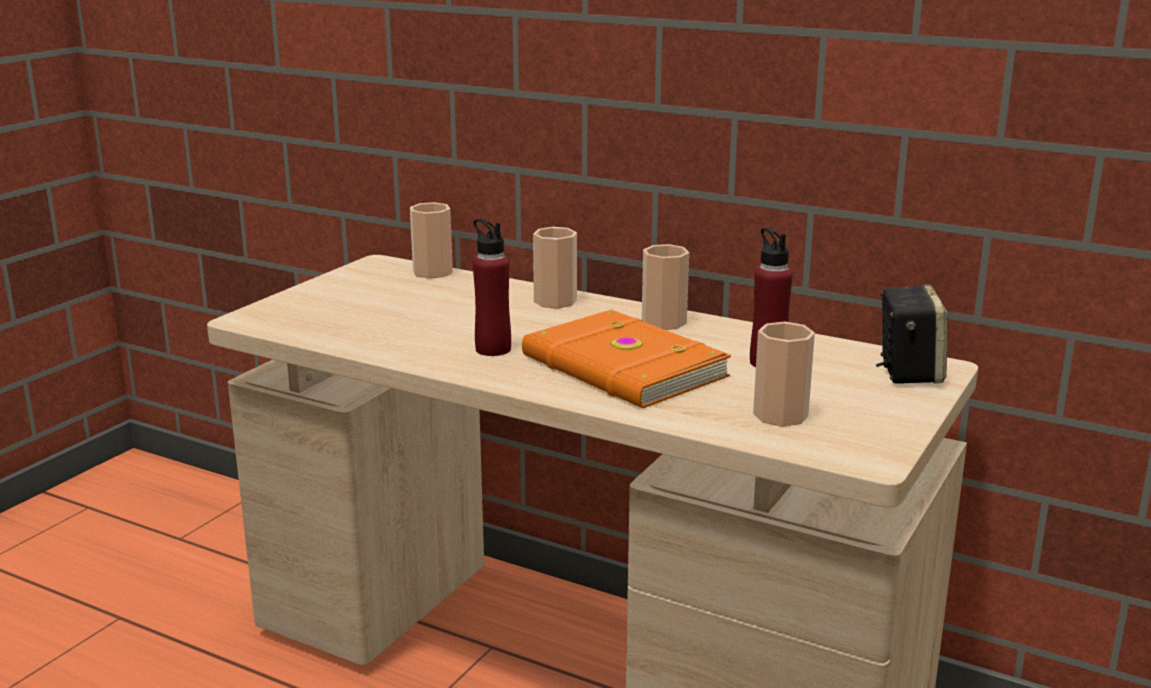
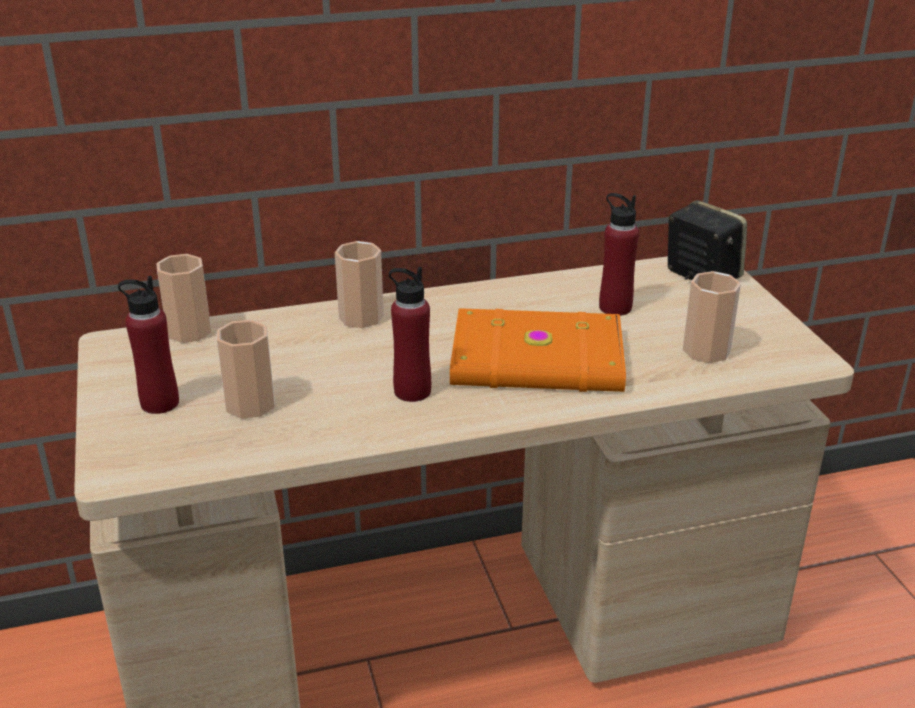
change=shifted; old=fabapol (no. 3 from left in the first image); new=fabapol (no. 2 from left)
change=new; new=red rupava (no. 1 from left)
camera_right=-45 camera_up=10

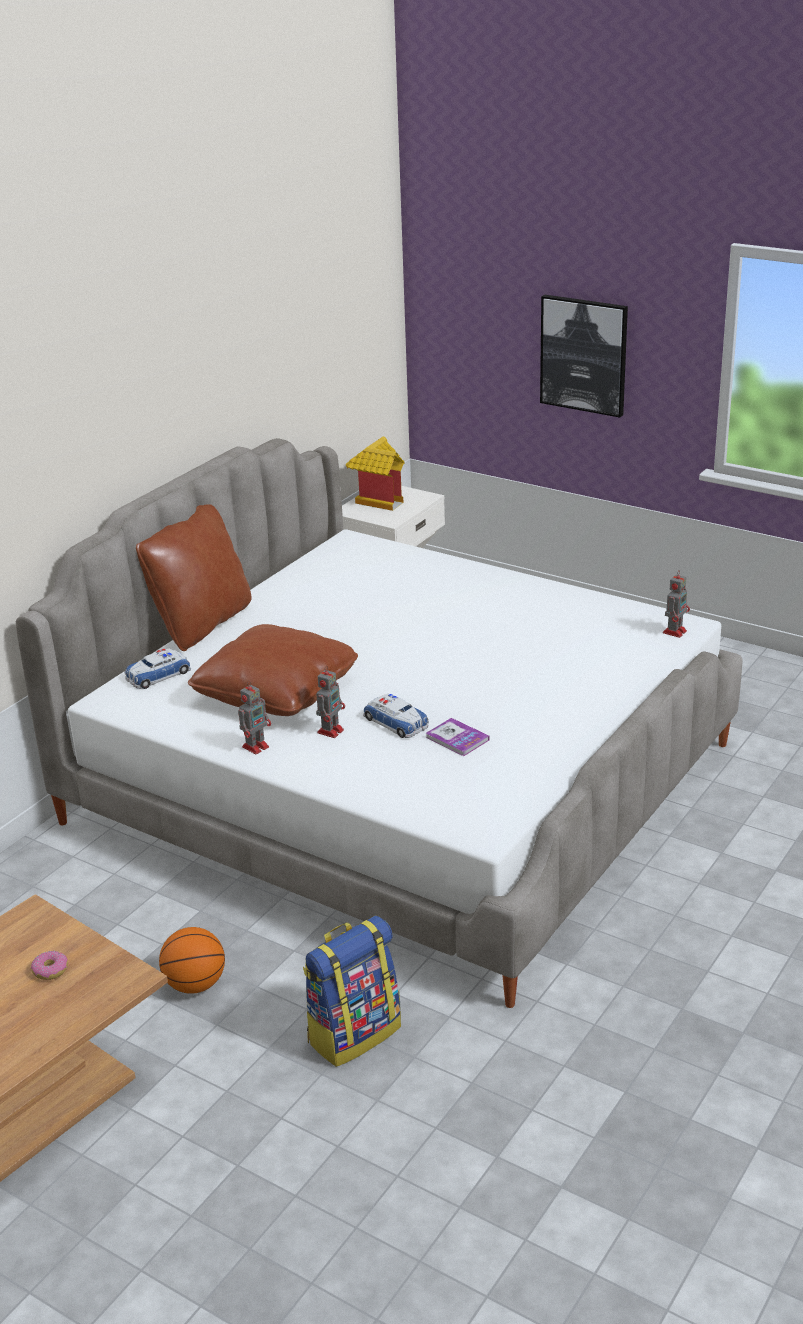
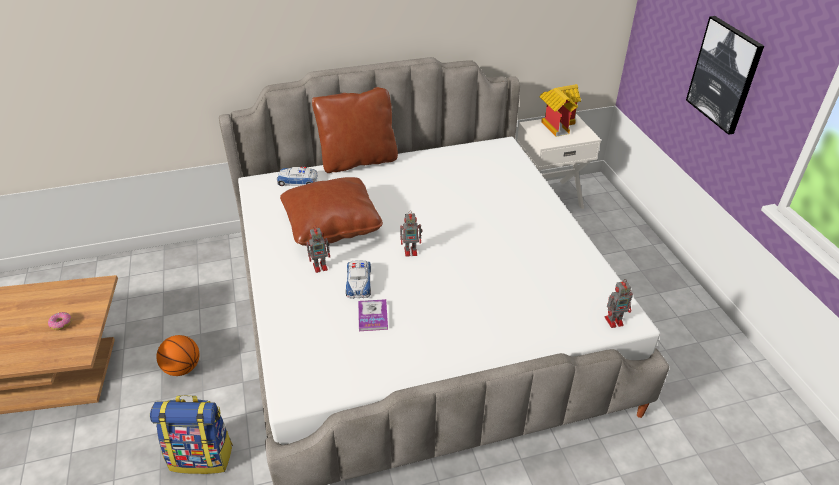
change=shifted; old=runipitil (no. 1 from left in the first image); new=runipitil (no. 2 from left)
camera_right=40 camera_up=10

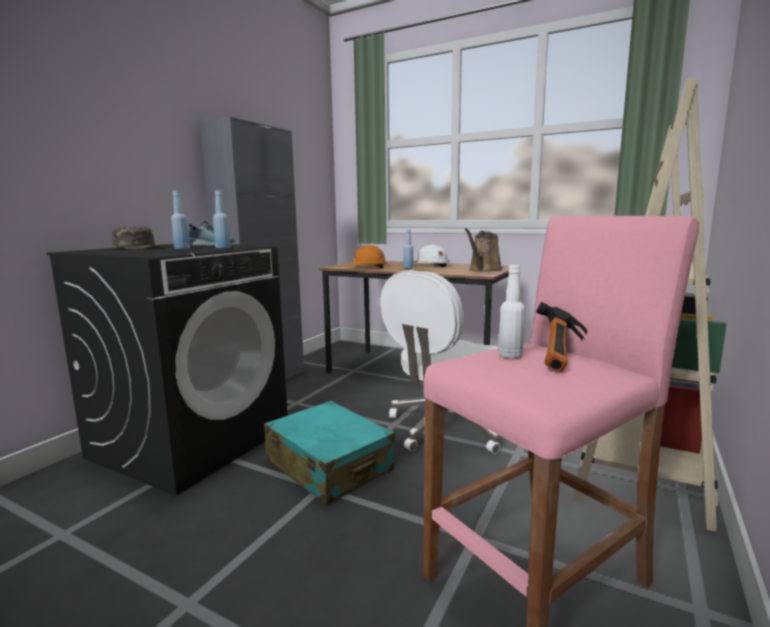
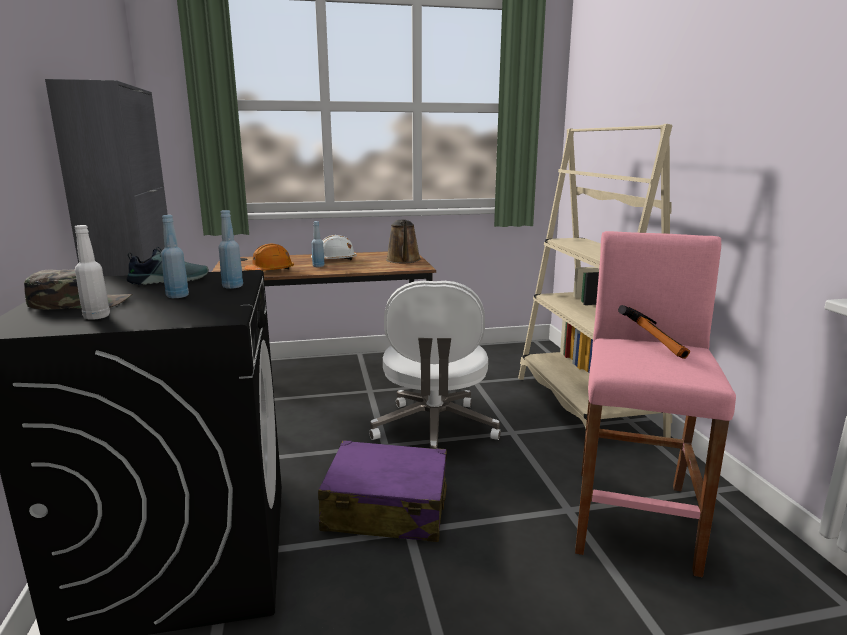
change=repainted; old=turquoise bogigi; new=purple bogigi
change=shifted; old=white rupava
camera_right=-40 camera_up=5

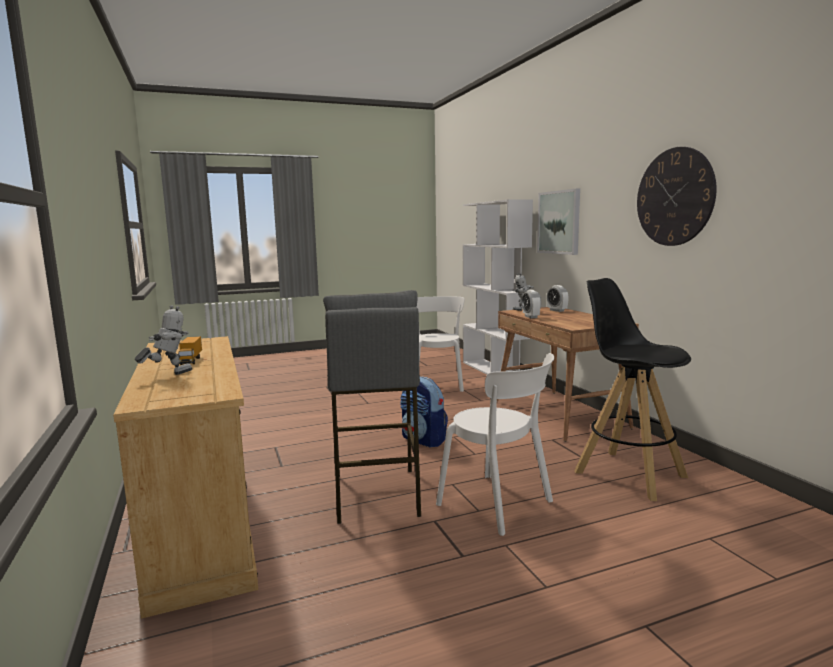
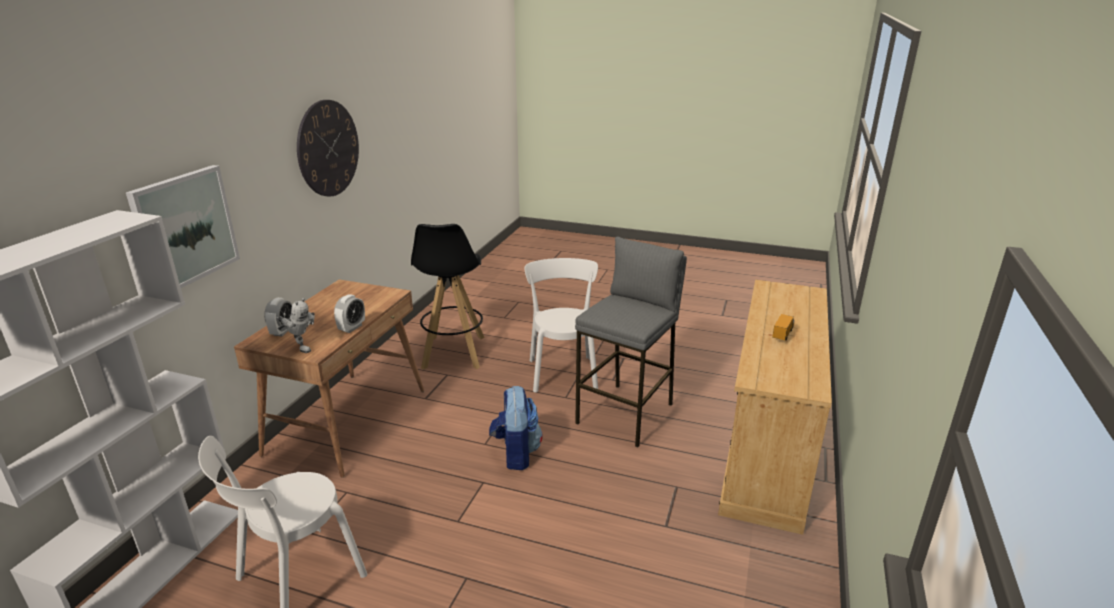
change=gone; old=runipitil (no. 1 from left)
camera_right=-140 camera_up=15

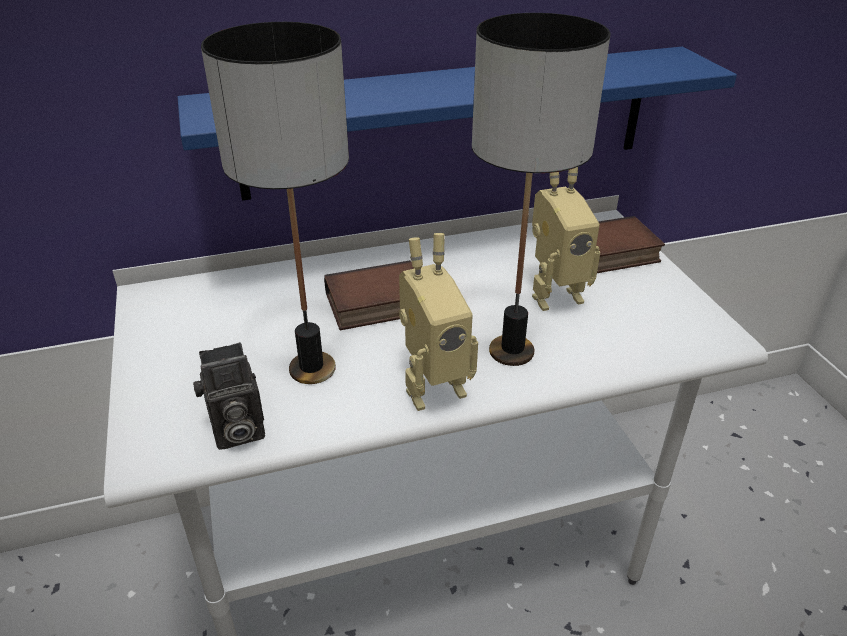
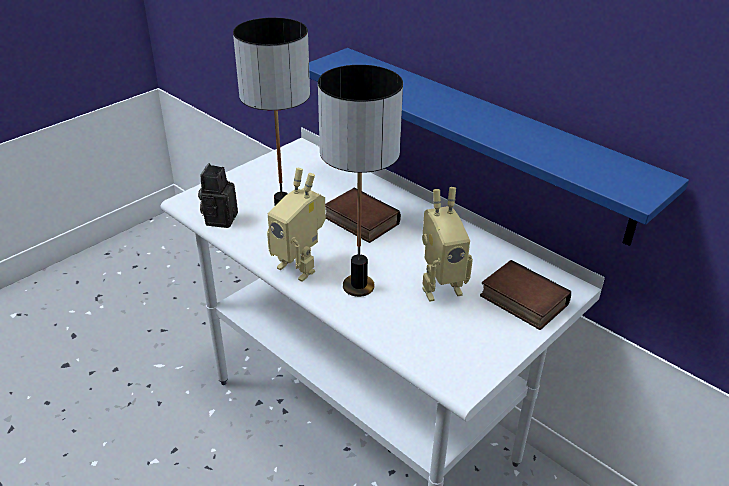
change=rotated; old=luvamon; degrees=60
change=rotated; old=runipitil (no. 2 from left); degrees=-60
camera_right=60 camera_up=0

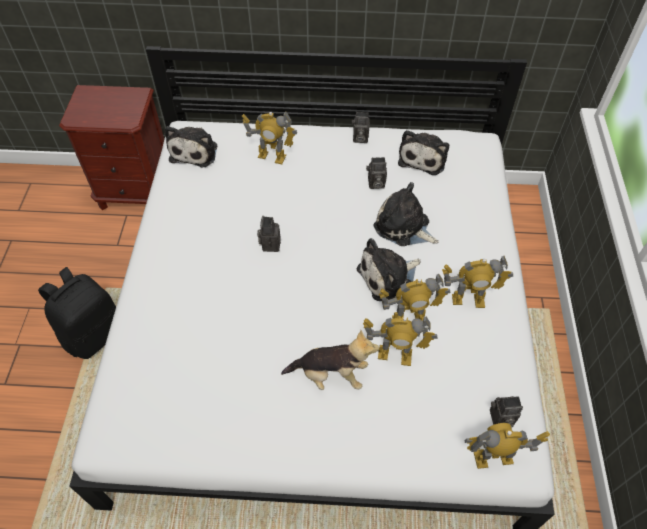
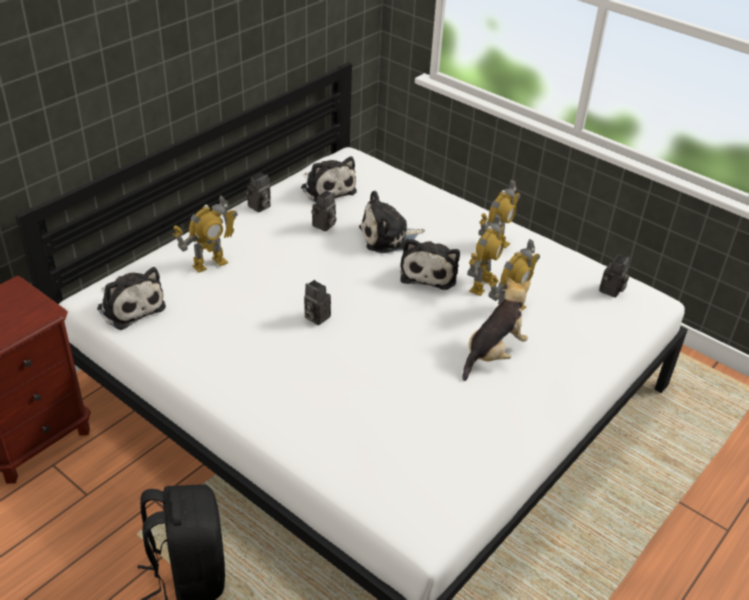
change=gone; old=runipitil (no. 5 from left)
camera_right=-55 camera_up=-15

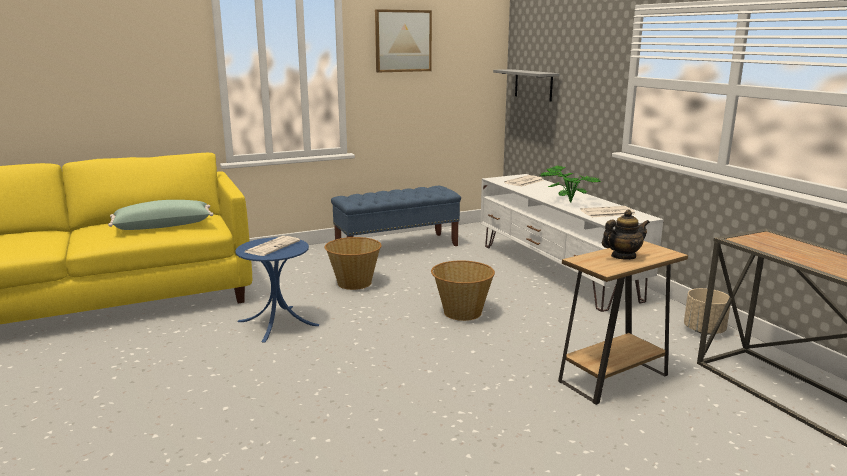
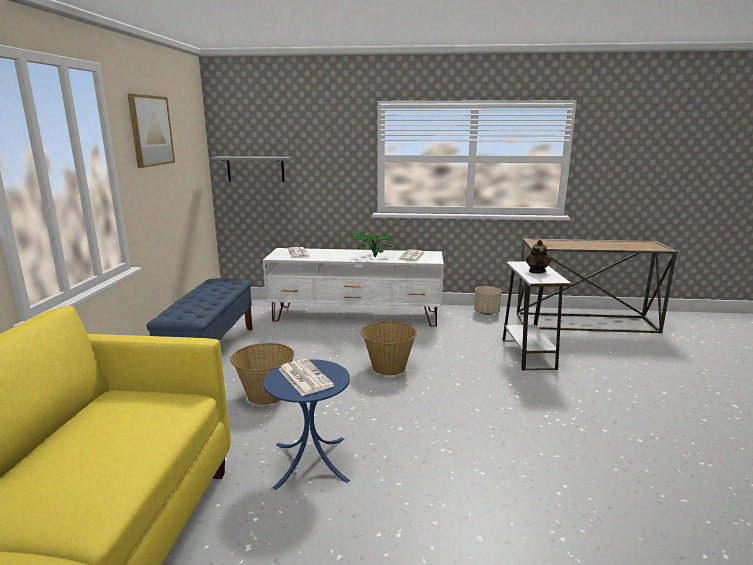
change=gone; old=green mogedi
change=repainted; old=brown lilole; new=white lilole
camera_right=-60 camera_up=0

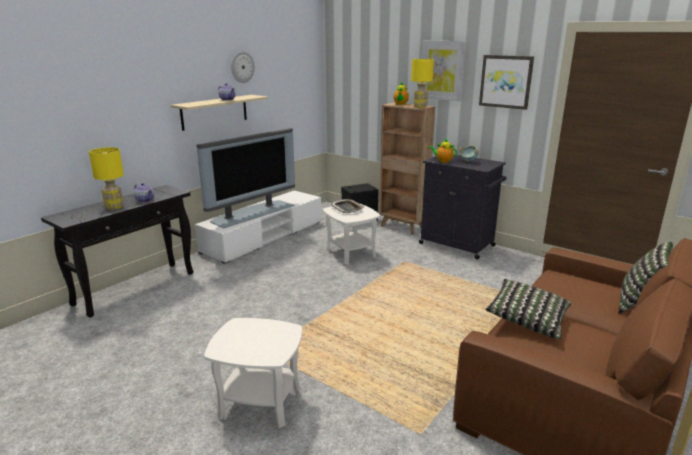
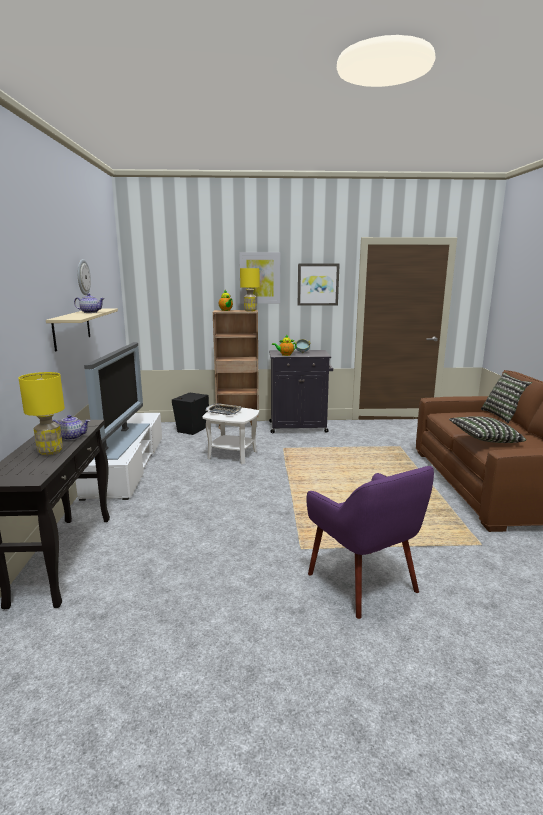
change=swapped; old=white lilole (no. 1 from left); new=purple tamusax
camera_right=-40 camera_up=-5

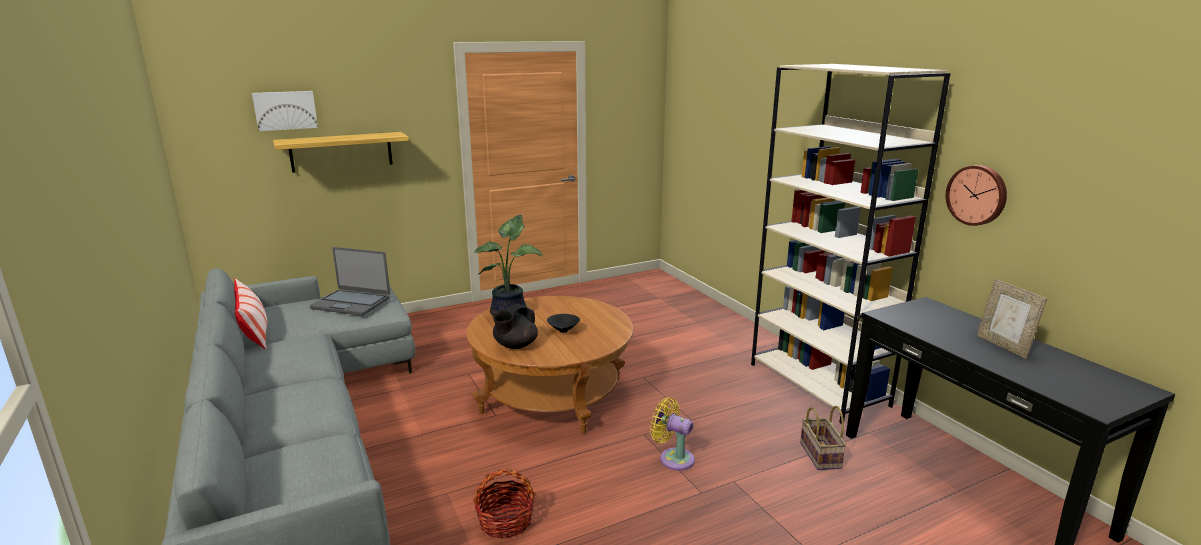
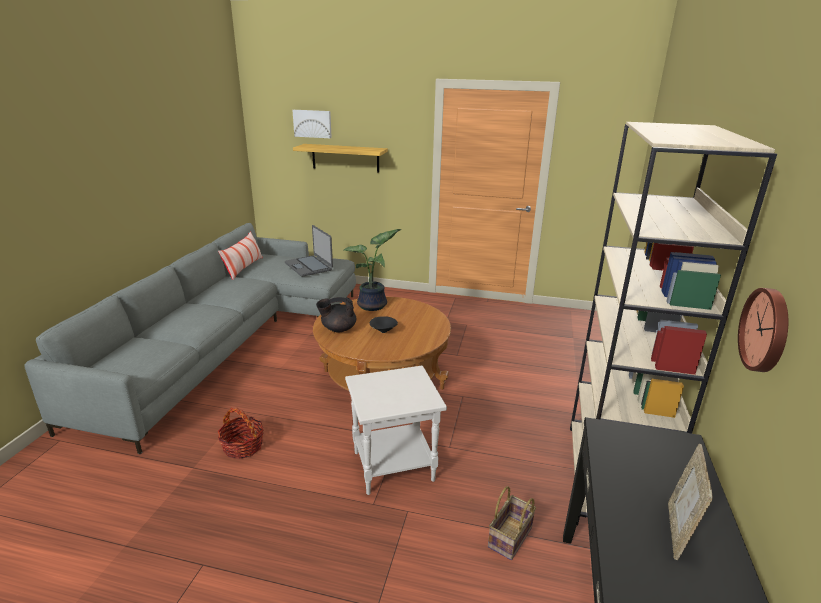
change=swapped; old=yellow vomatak; new=white lilole
camera_right=40 camera_up=5

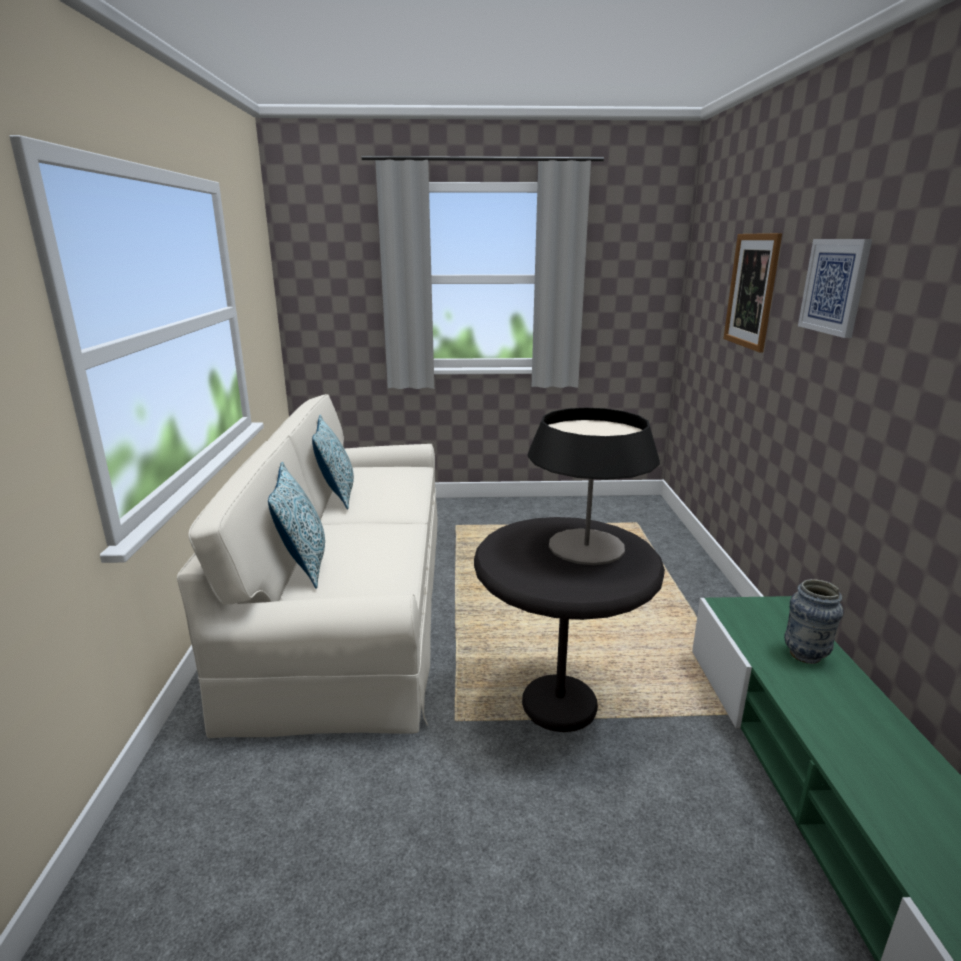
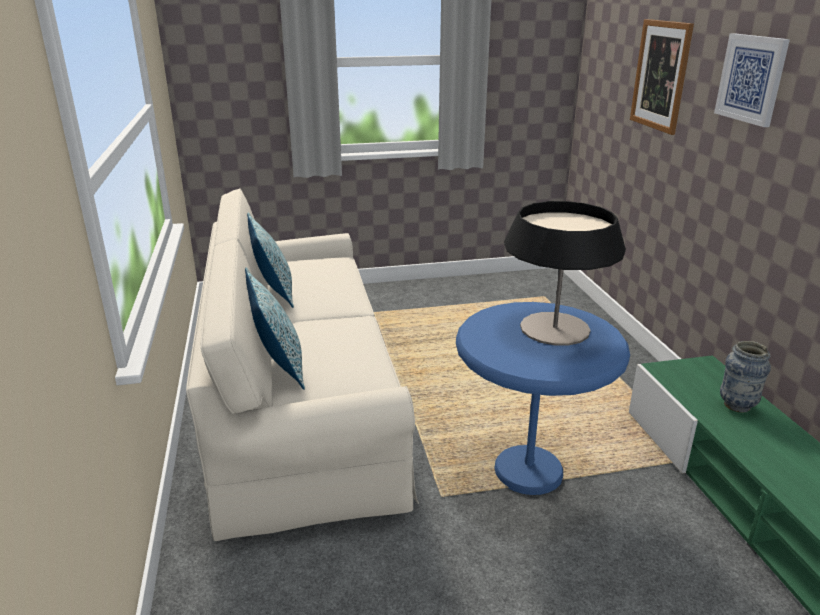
change=repainted; old=black lilole; new=blue lilole
camera_right=-10 camera_up=5

